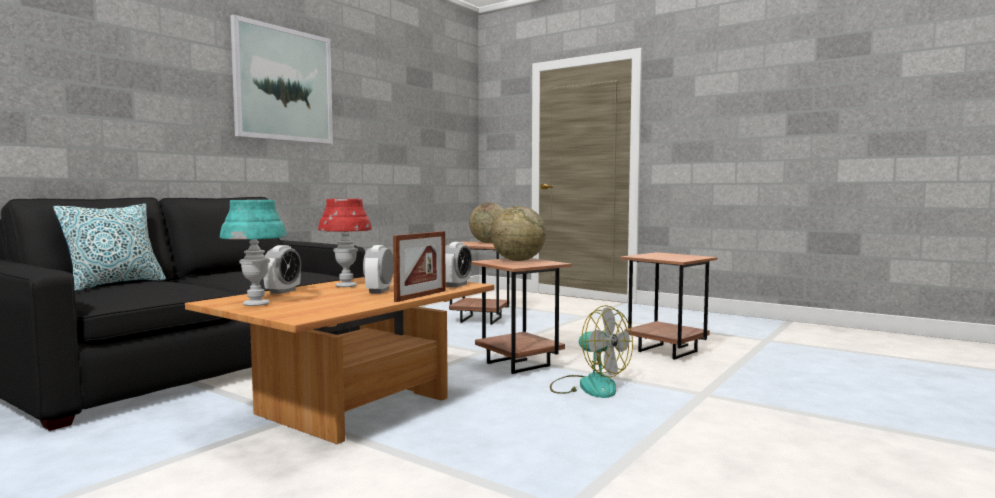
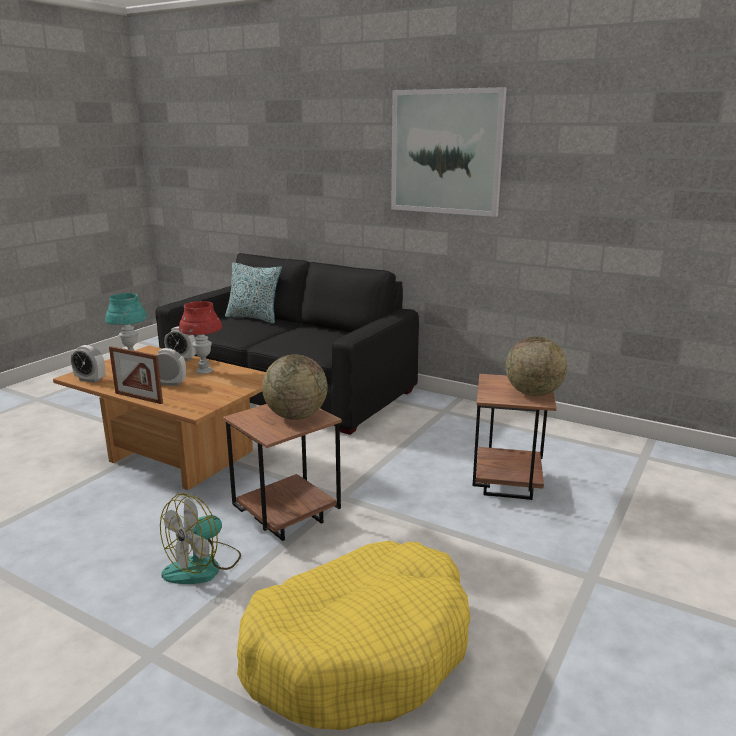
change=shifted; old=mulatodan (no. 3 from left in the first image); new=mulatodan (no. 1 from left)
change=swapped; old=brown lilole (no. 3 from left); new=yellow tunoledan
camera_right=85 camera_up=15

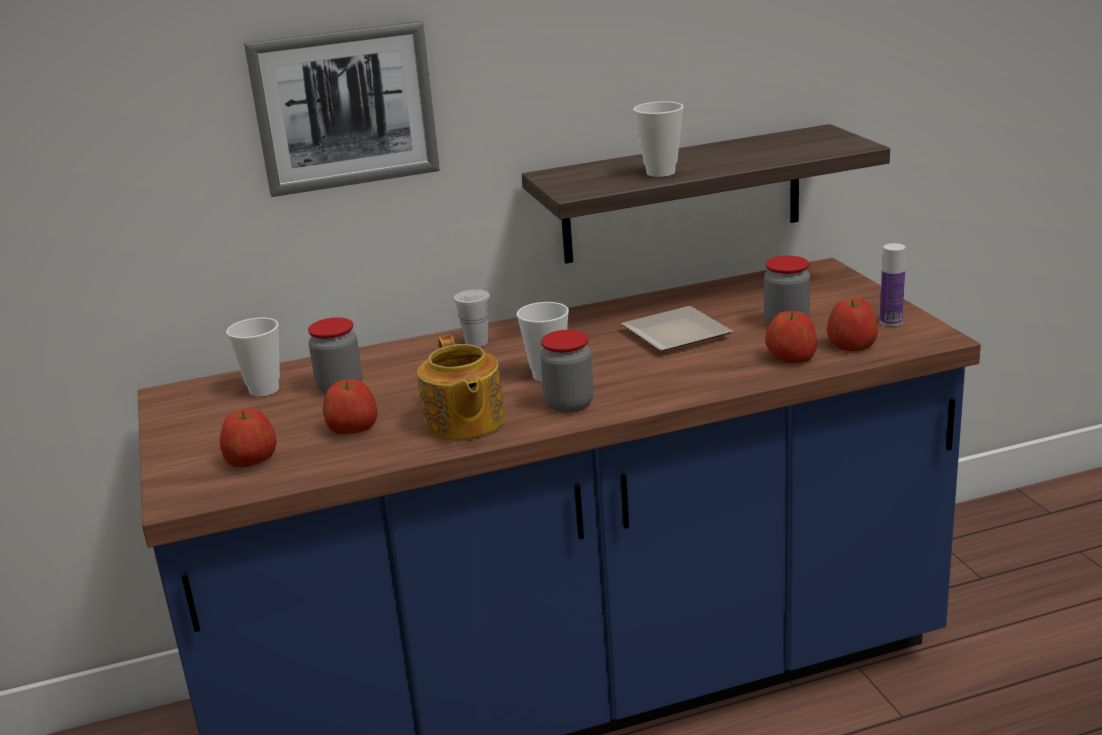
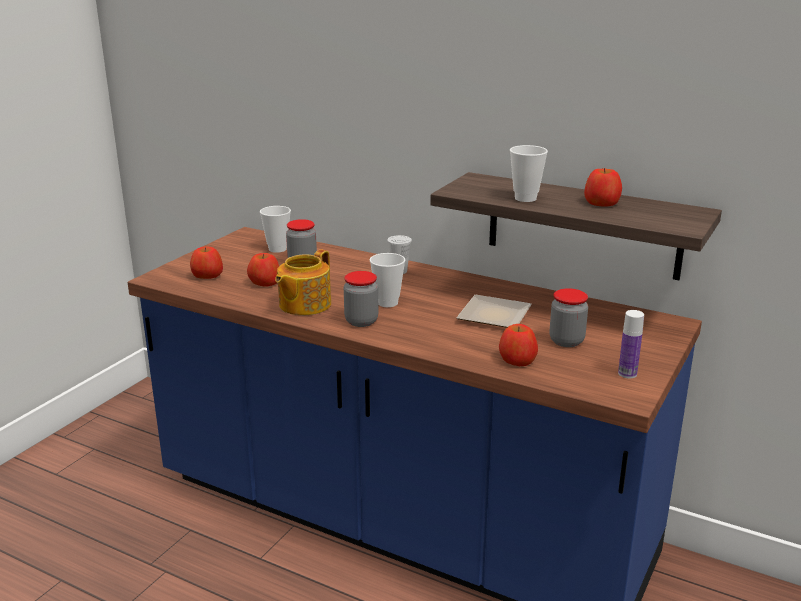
change=gone; old=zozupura
change=shifted; old=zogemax (no. 4 from left)
camera_right=45 camera_up=0

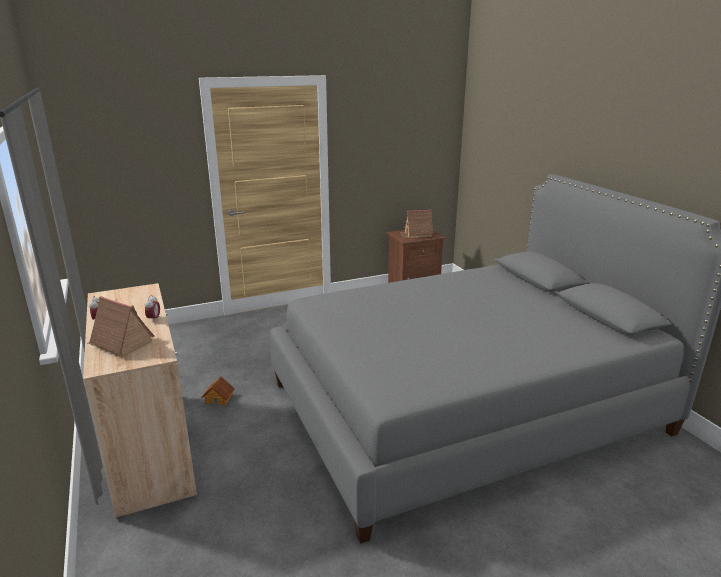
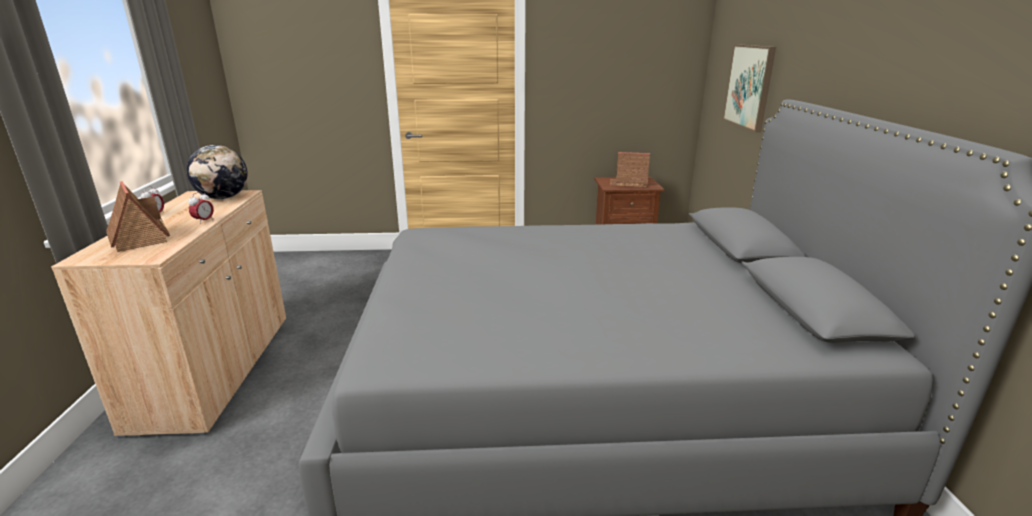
change=gone; old=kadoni (no. 2 from left)
change=new; new=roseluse
change=new; new=zozupura
camera_right=20 camera_up=0

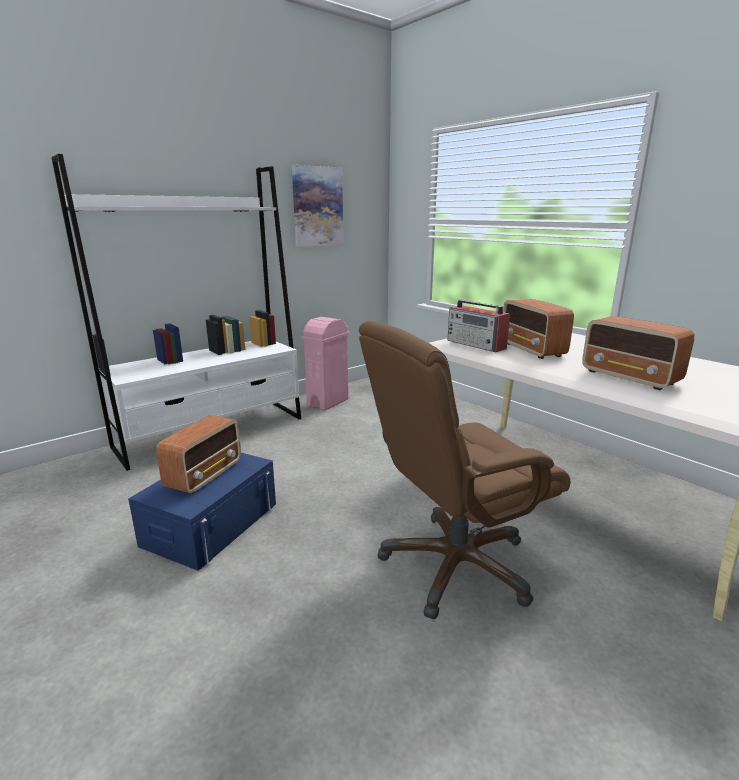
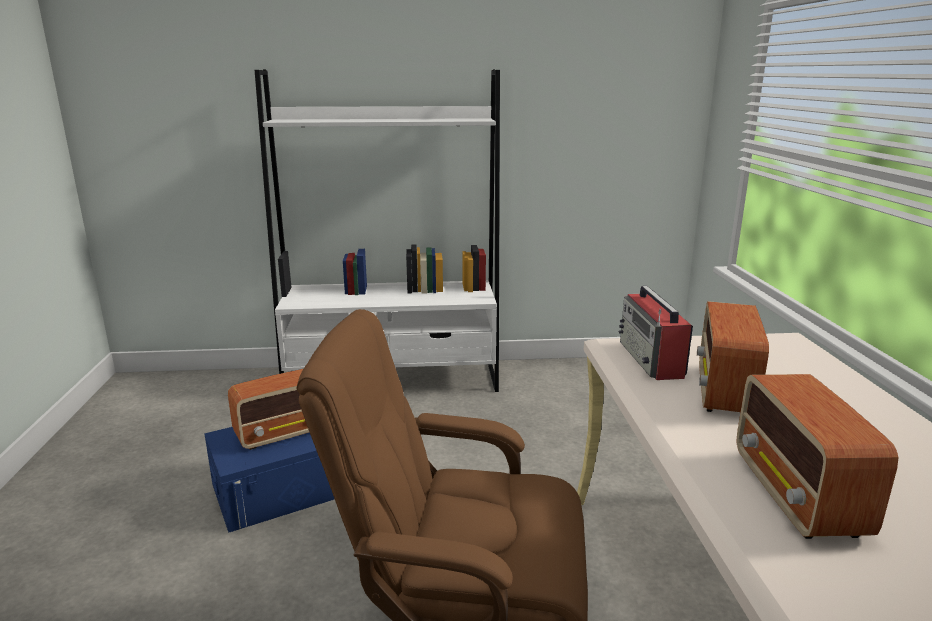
change=gone; old=zozupura
change=gone; old=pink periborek
camera_right=35 camera_up=0

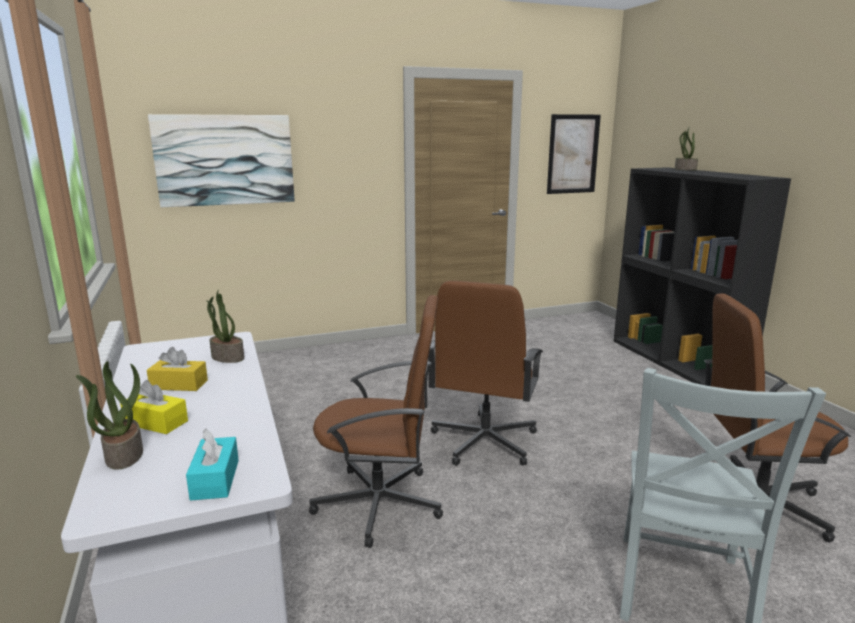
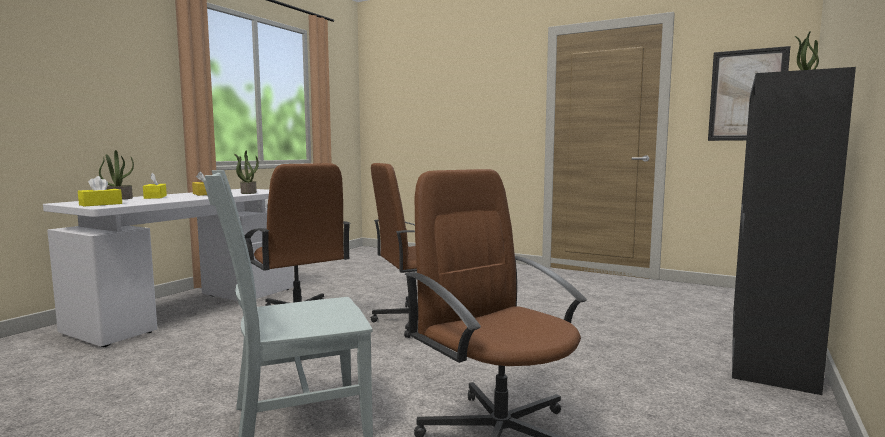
change=gone; old=zozupura (no. 1 from left)
change=repainted; old=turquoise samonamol; new=yellow samonamol (no. 1 from left)
camera_right=50 camera_up=-10

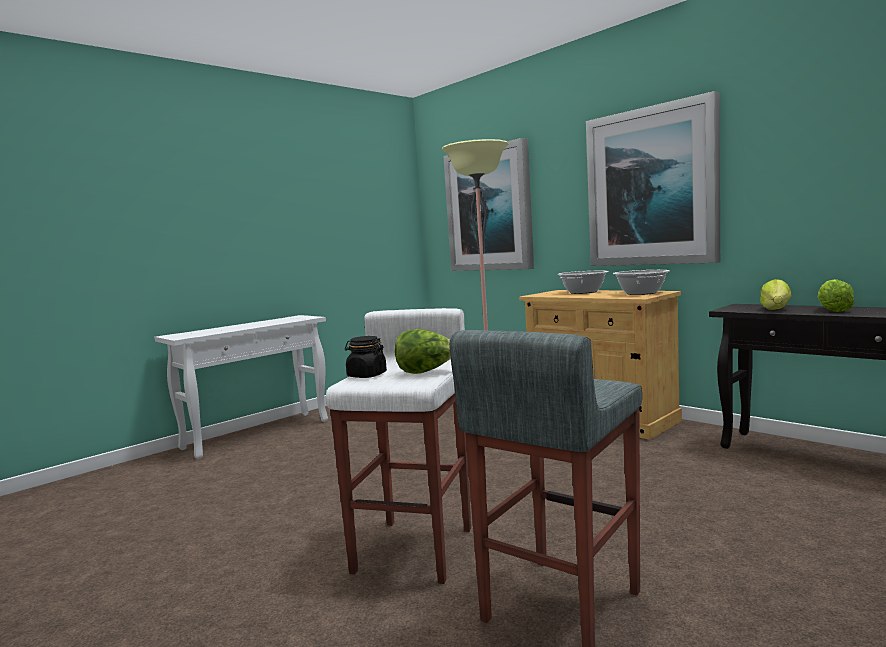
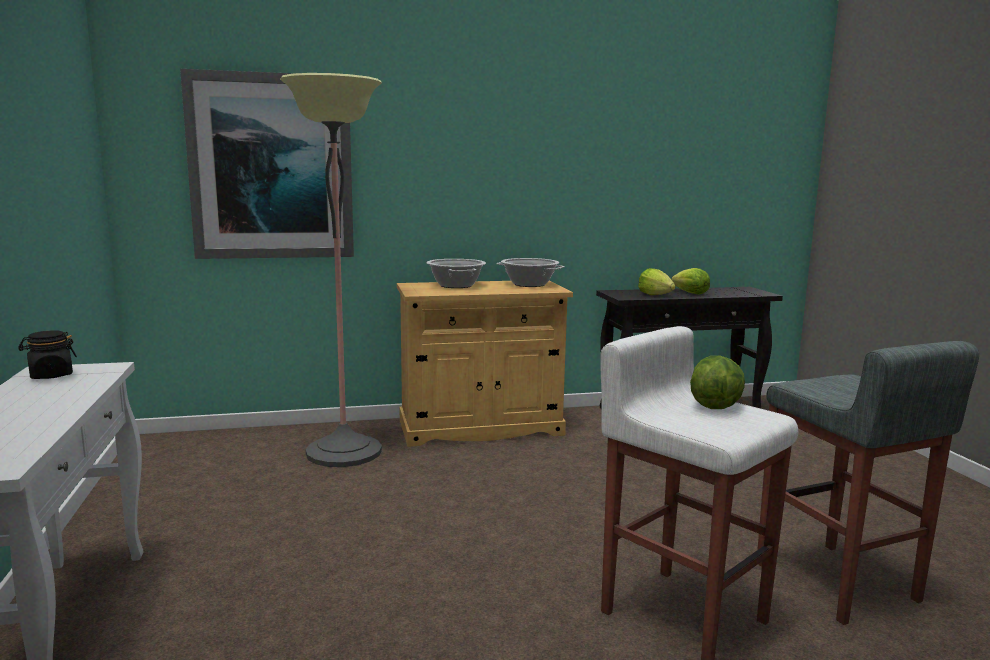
change=shifted; old=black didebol
change=gone; old=zozupura (no. 2 from left)
camera_right=-60 camera_up=5

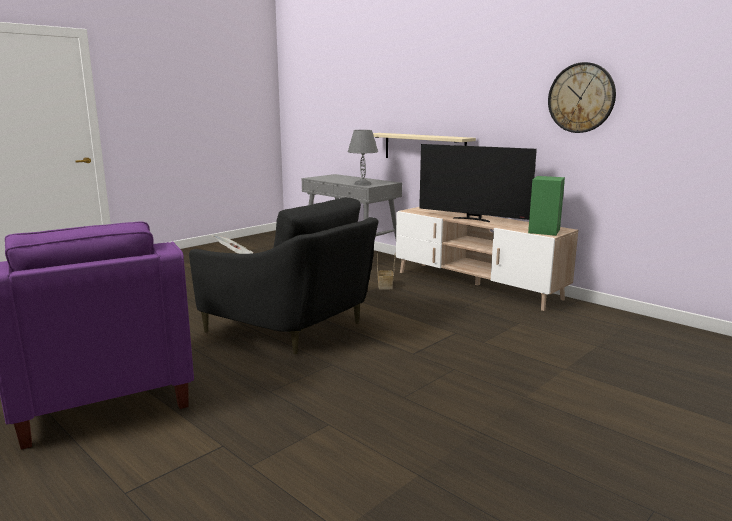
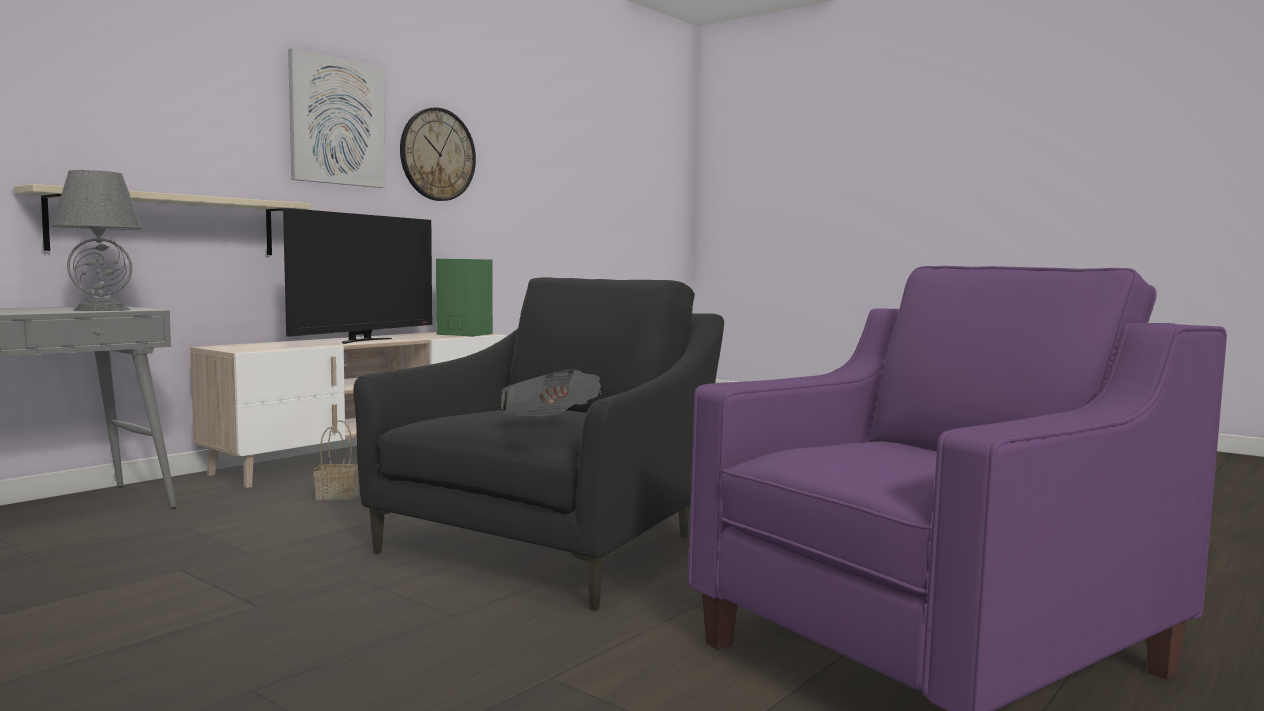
change=new; new=zozupura
camera_right=-95 camera_up=-10

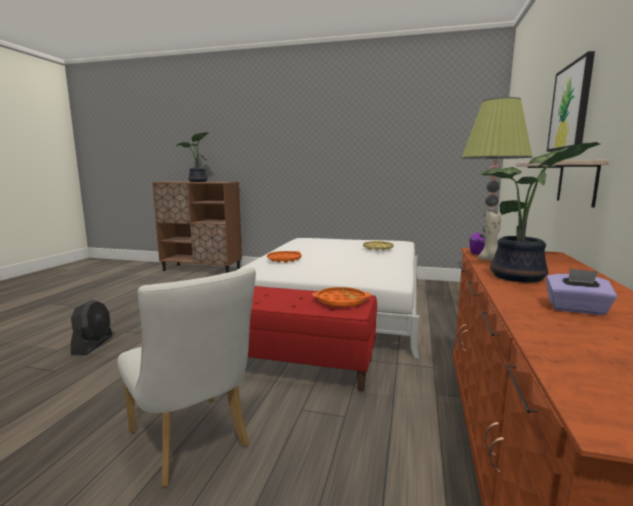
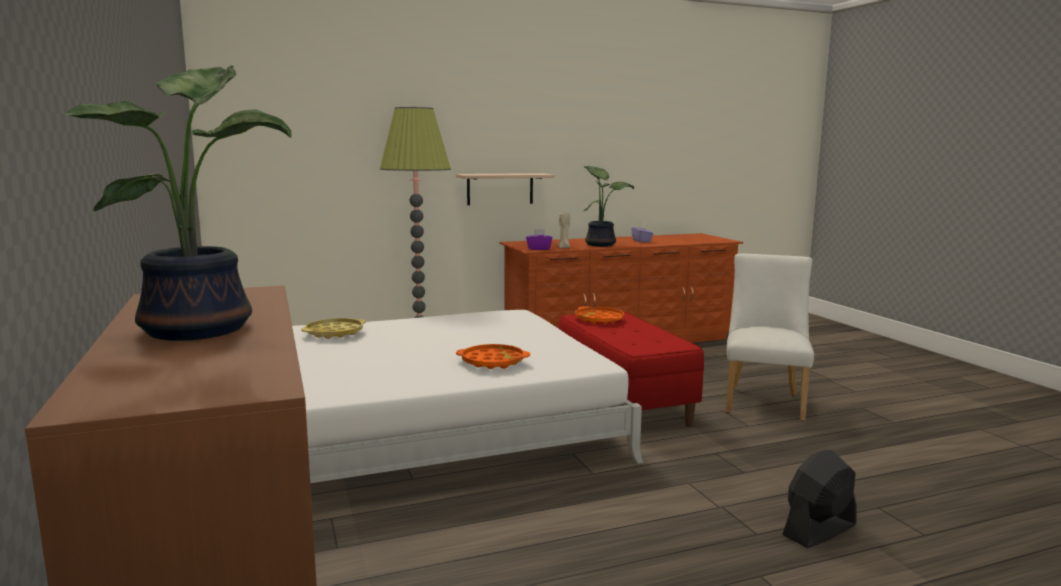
change=gone; old=zozupura
camera_right=-125 camera_up=0

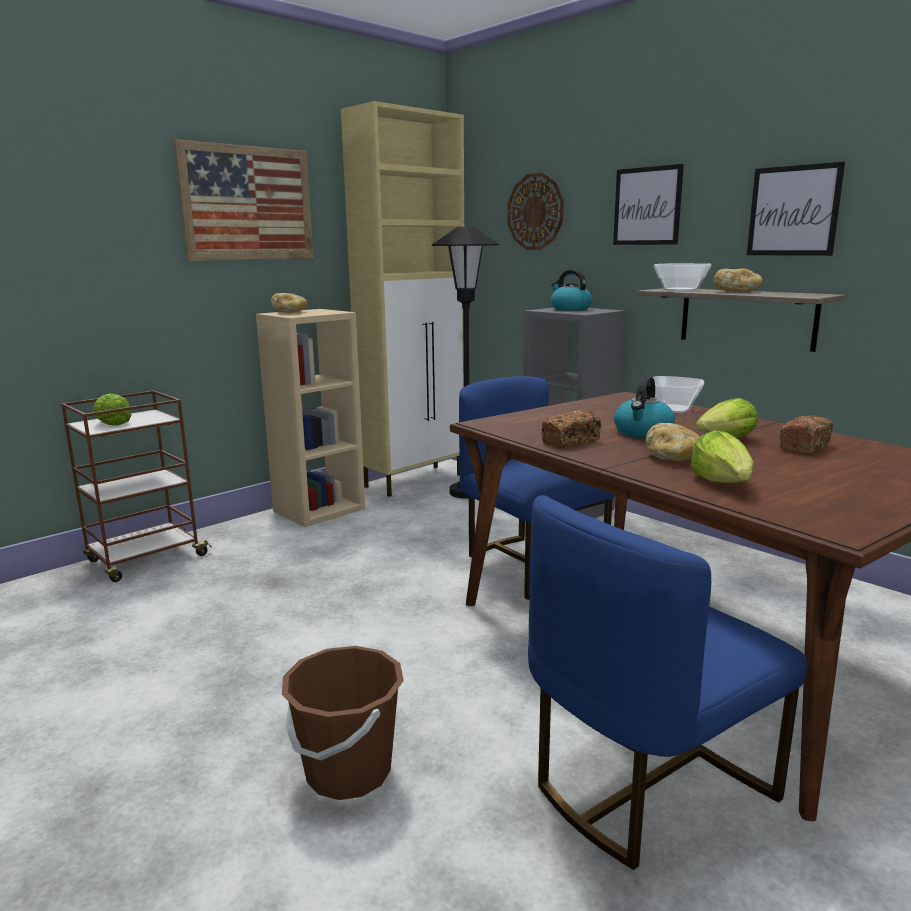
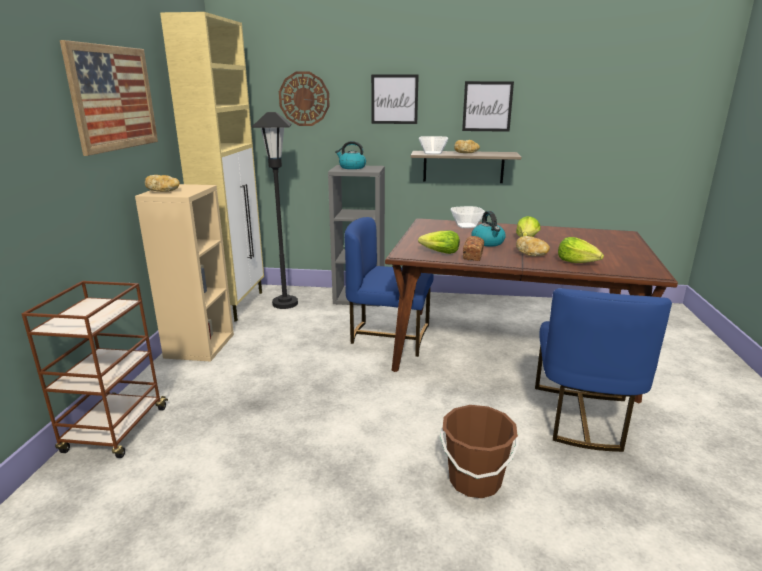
change=shifted; old=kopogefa (no. 1 from left)
change=gone; old=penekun (no. 5 from left)
camera_right=-40 camera_up=5

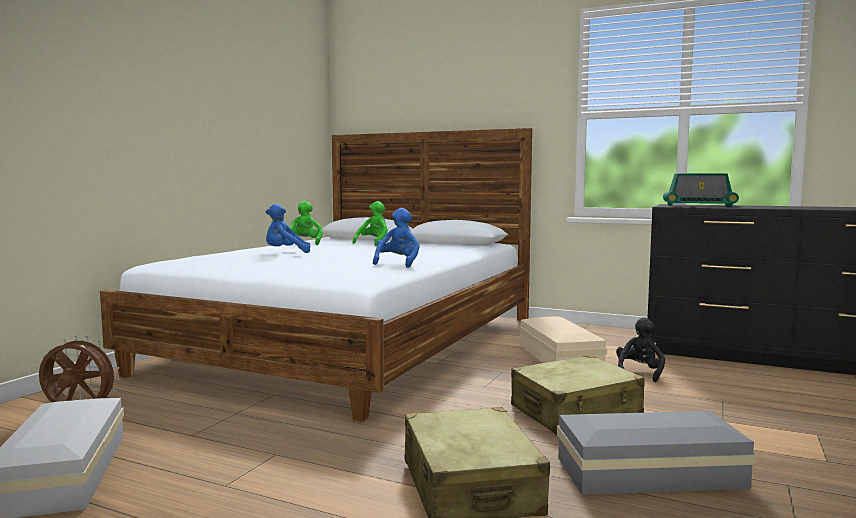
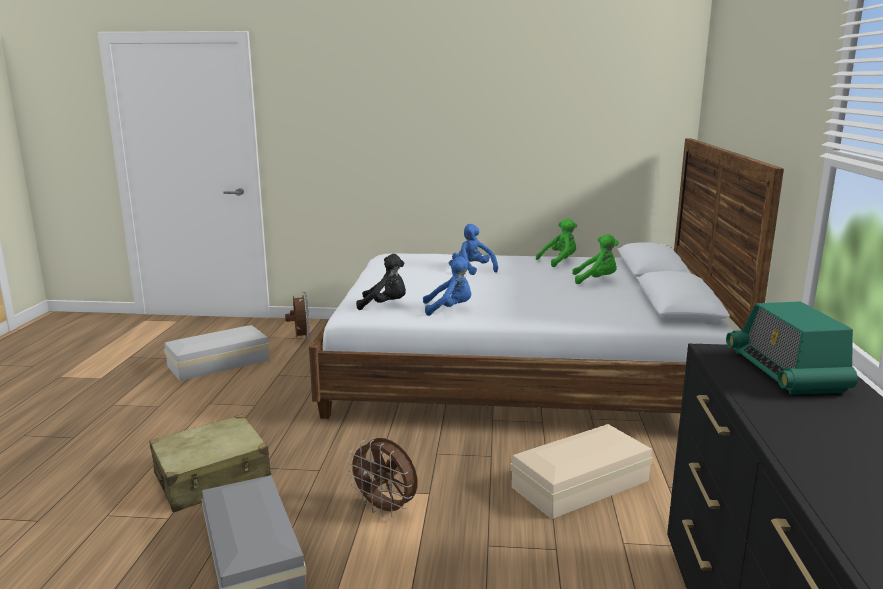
change=swapped; old=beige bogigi (no. 2 from left); new=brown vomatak (no. 2 from left)
change=shifted; old=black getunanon
camera_right=70 camera_up=10

